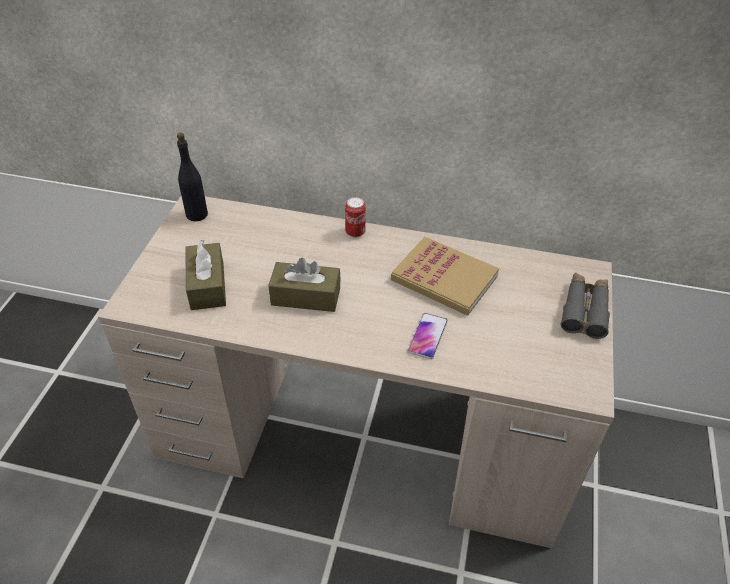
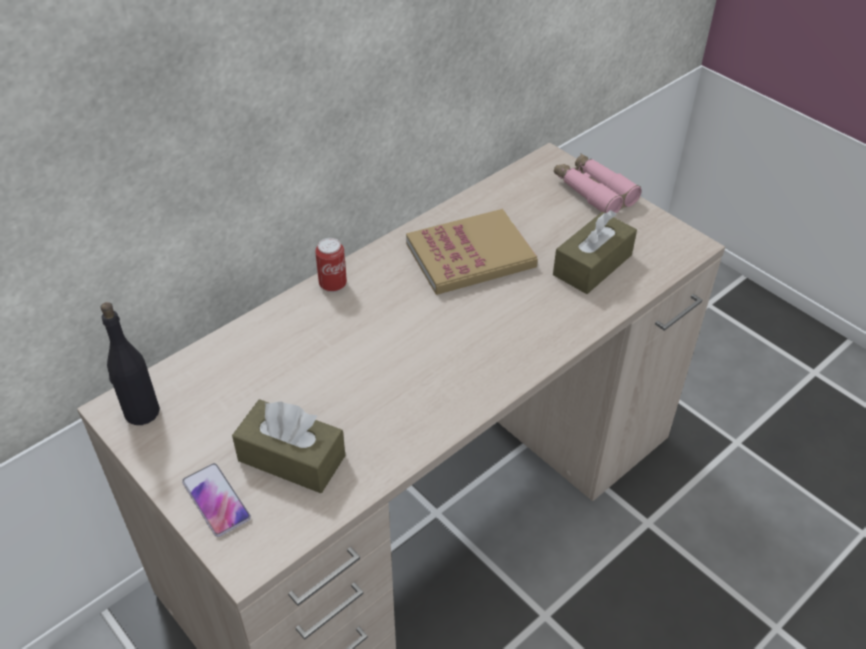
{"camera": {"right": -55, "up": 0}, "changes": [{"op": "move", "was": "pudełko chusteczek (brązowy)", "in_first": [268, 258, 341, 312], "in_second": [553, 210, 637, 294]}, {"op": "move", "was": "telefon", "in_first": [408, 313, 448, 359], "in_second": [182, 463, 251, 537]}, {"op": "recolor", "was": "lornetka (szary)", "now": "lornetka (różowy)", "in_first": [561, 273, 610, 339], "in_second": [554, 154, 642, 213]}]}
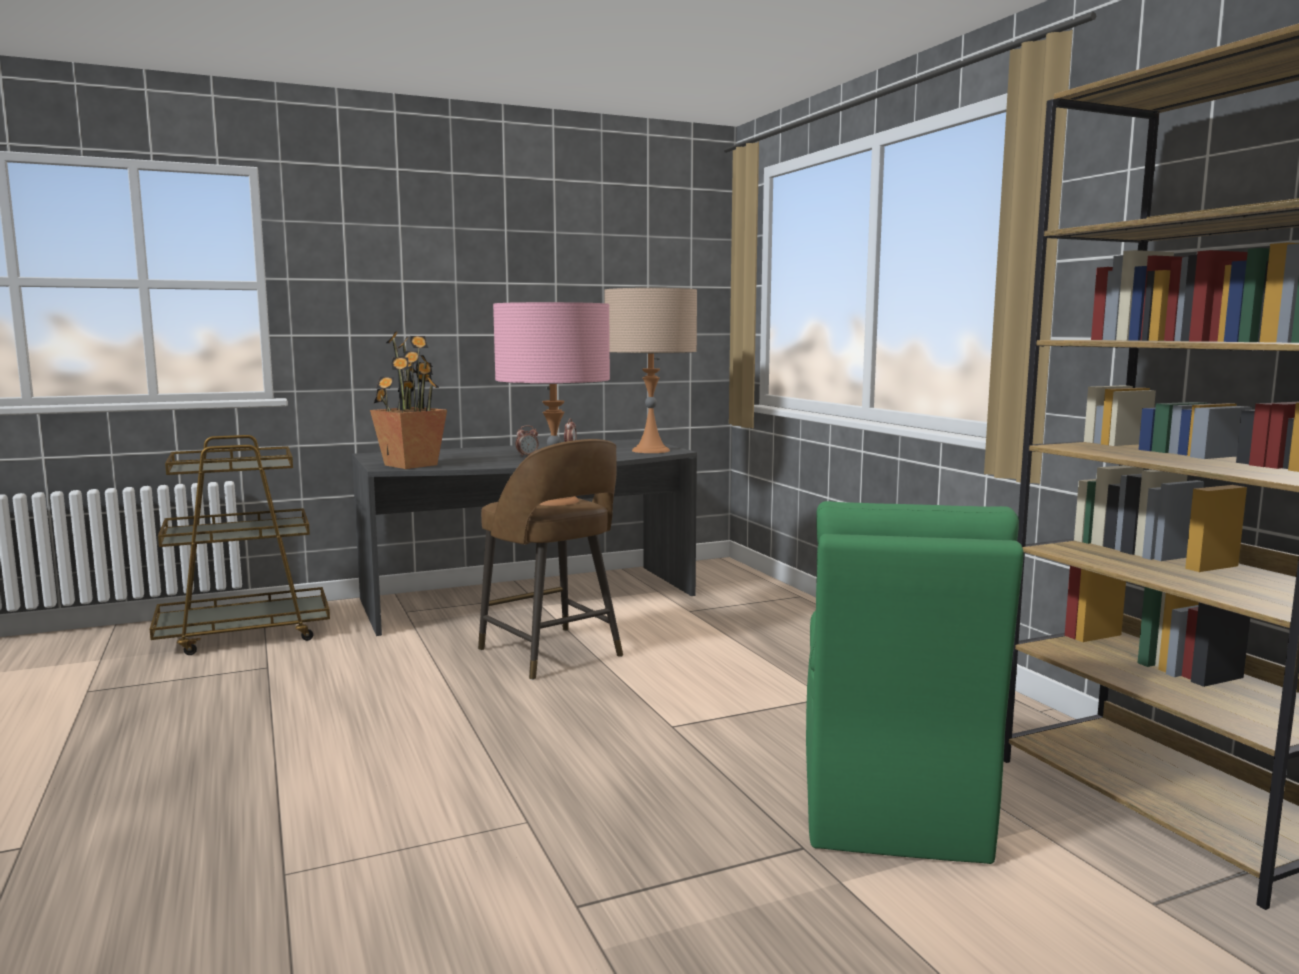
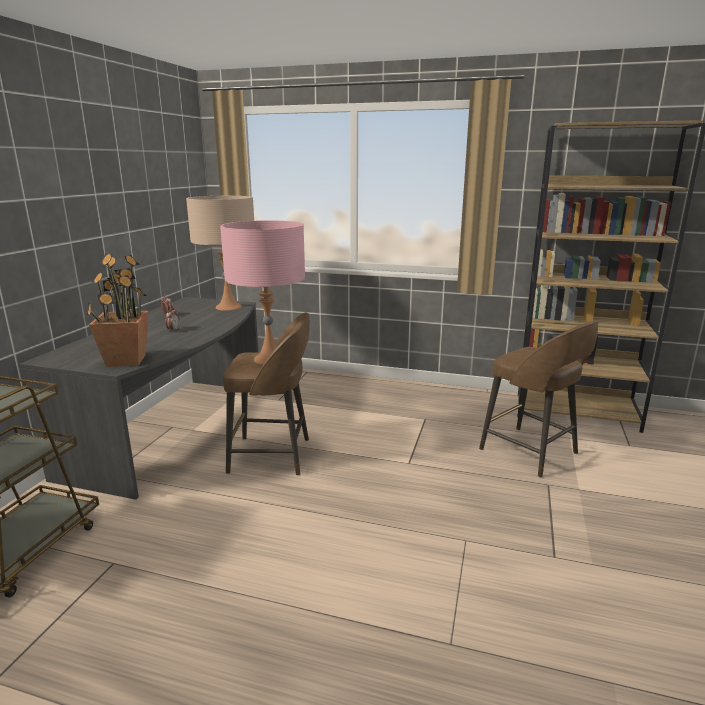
{"camera": {"right": -50, "up": 10}, "changes": [{"op": "replace", "was": "krzesło (zielony)", "now": "stołek (brązowy)", "in_first": [806, 501, 1023, 864], "in_second": [479, 320, 598, 478]}]}
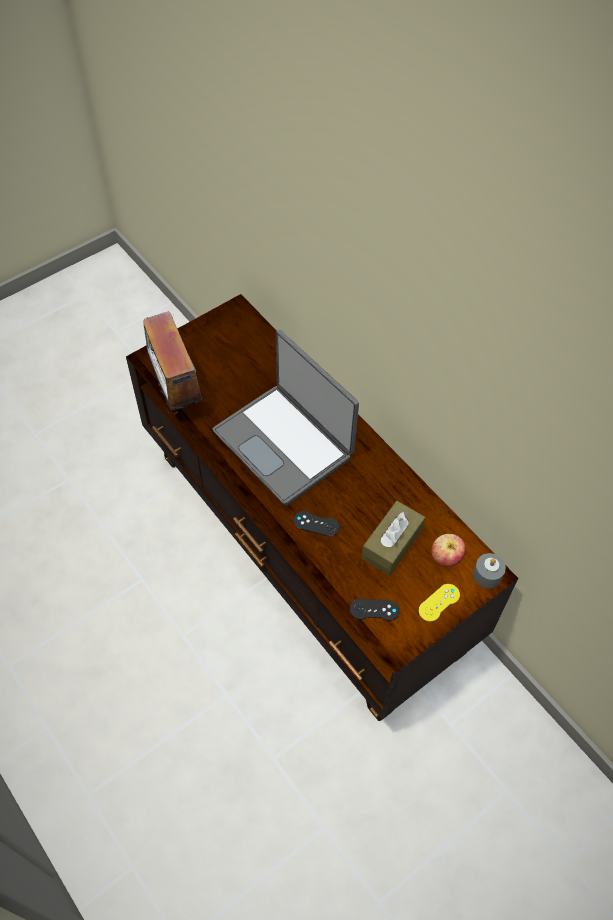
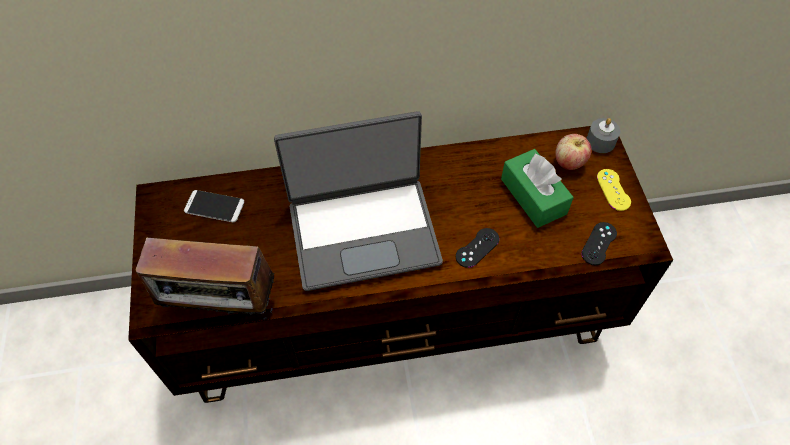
{"camera": {"right": -60, "up": 0}, "changes": [{"op": "recolor", "was": "pudełko chusteczek (brązowy)", "now": "pudełko chusteczek (zielony)", "in_first": [362, 501, 425, 576], "in_second": [501, 149, 574, 228]}, {"op": "insert", "now": "telefon", "in_second": [184, 190, 244, 222]}]}
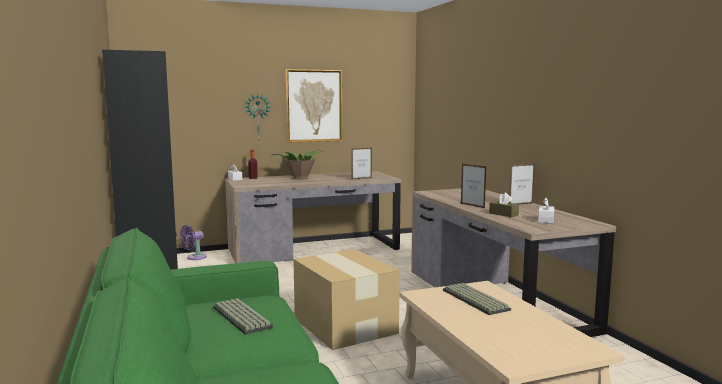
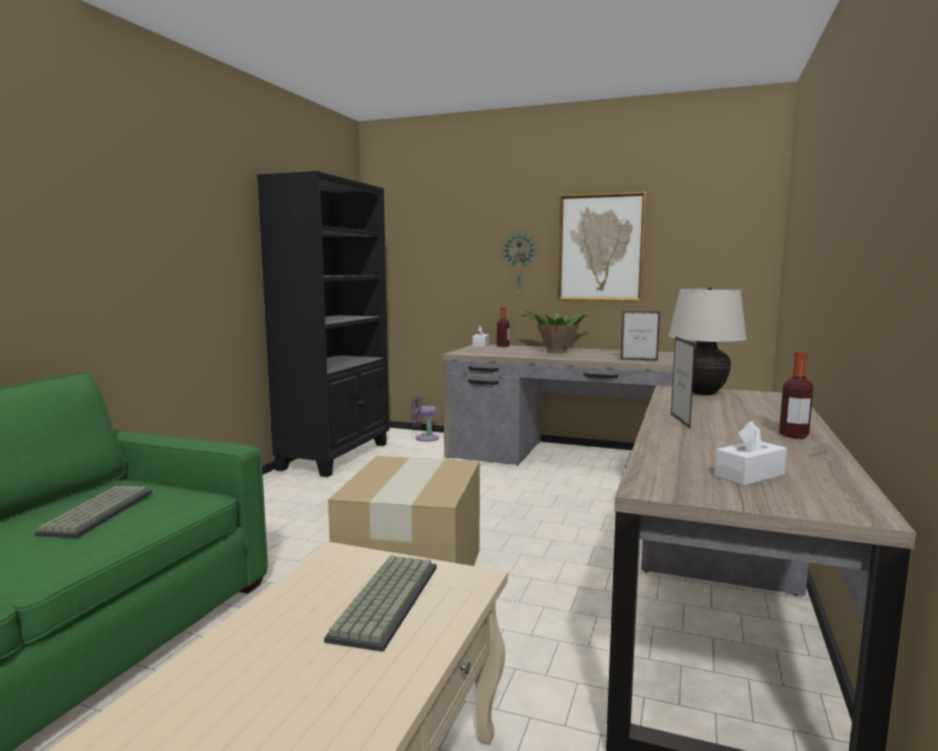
{"camera": {"right": 40, "up": 0}, "changes": [{"op": "delete", "was": "pudełko chusteczek (brązowy)", "in_first": [489, 193, 519, 217]}, {"op": "replace", "was": "ramka na zdjęcie", "now": "butelka", "in_first": [509, 163, 535, 205], "in_second": [779, 351, 813, 438]}, {"op": "insert", "now": "lampa stołowa (beżowy)", "in_second": [668, 287, 747, 395]}]}
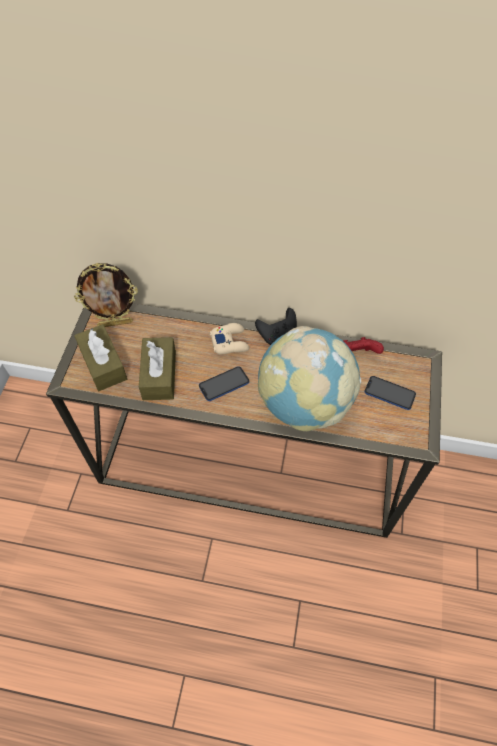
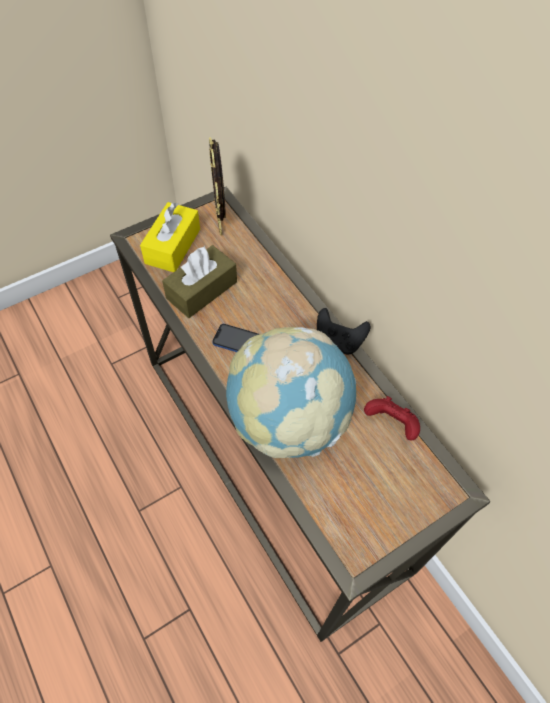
{"camera": {"right": 45, "up": 0}, "changes": [{"op": "rotate", "was": "ramka na zdjęcie", "in_first": [74, 263, 138, 327], "in_second": [209, 137, 226, 235], "clockwise": 45}, {"op": "recolor", "was": "pudełko chusteczek (brązowy)", "now": "pudełko chusteczek (żółty)", "in_first": [74, 324, 127, 391], "in_second": [140, 202, 200, 272]}, {"op": "delete", "was": "pad do gier (beżowy)", "in_first": [210, 323, 249, 355]}, {"op": "delete", "was": "telefon", "in_first": [365, 376, 416, 410]}]}
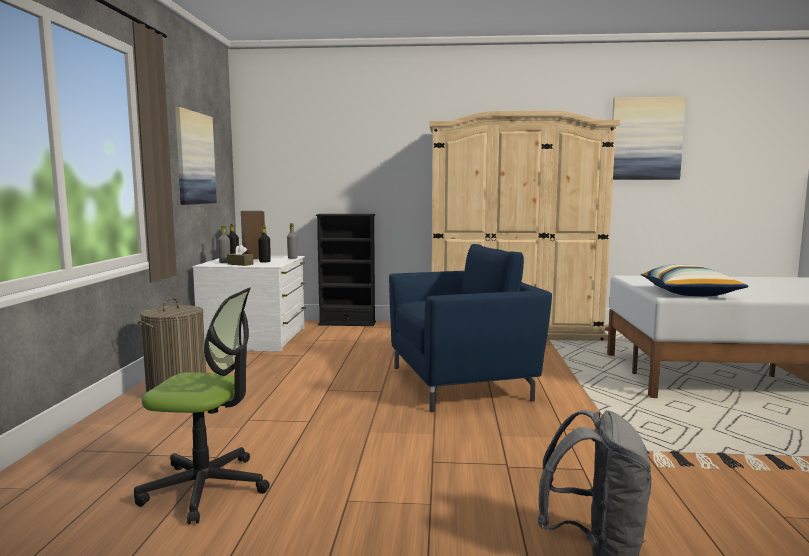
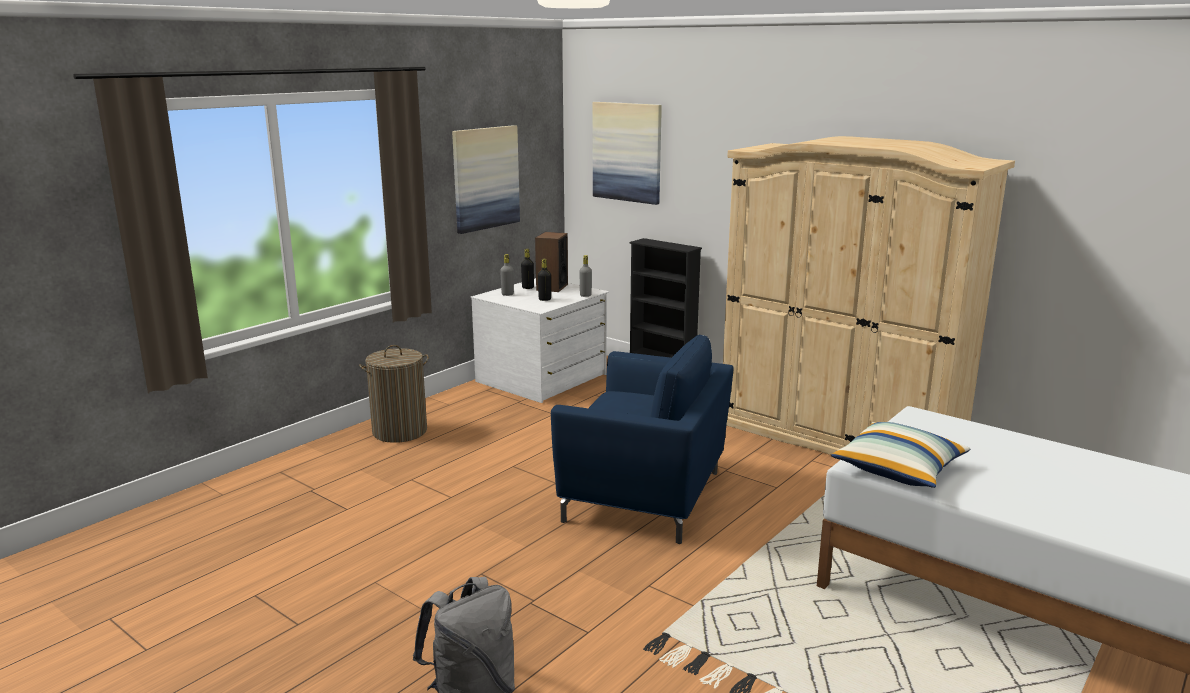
{"camera": {"right": 35, "up": 10}, "changes": [{"op": "delete", "was": "krzesło biurowe", "in_first": [134, 287, 270, 524]}, {"op": "delete", "was": "pudełko chusteczek (brązowy)", "in_first": [227, 244, 254, 266]}, {"op": "move", "was": "obraz", "in_first": [612, 97, 686, 180], "in_second": [593, 102, 662, 205]}]}
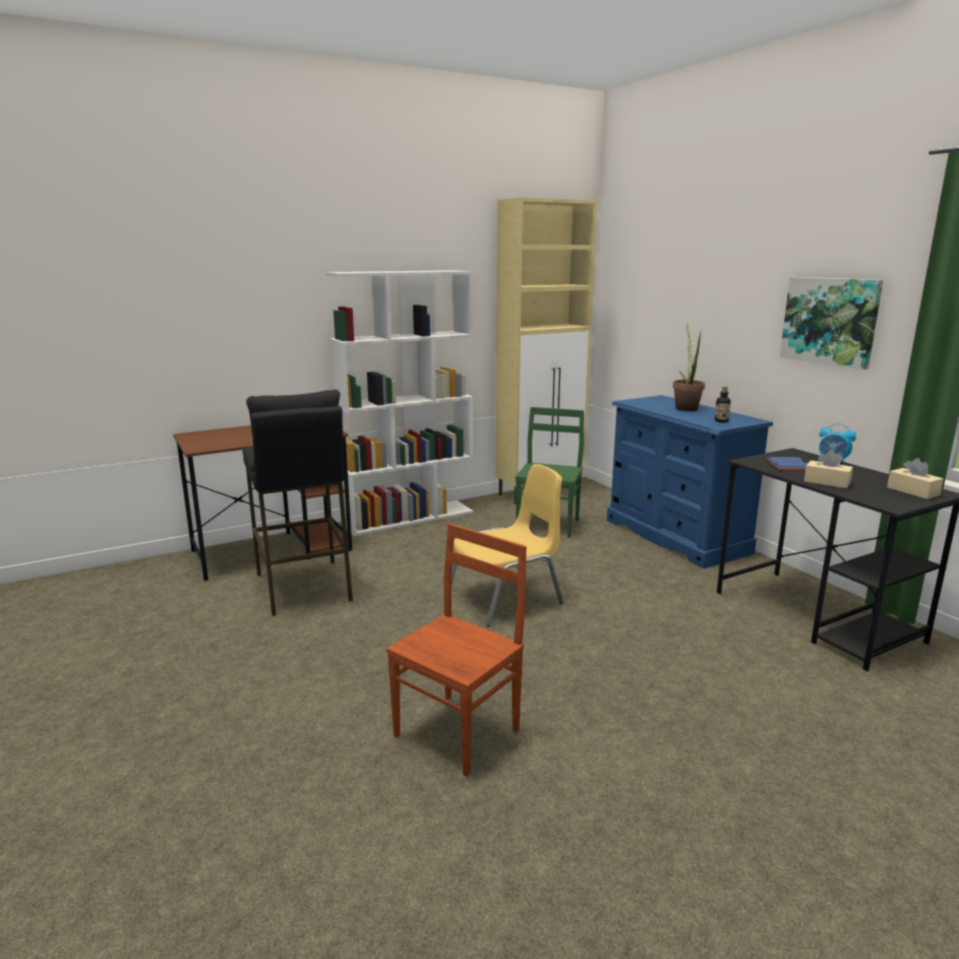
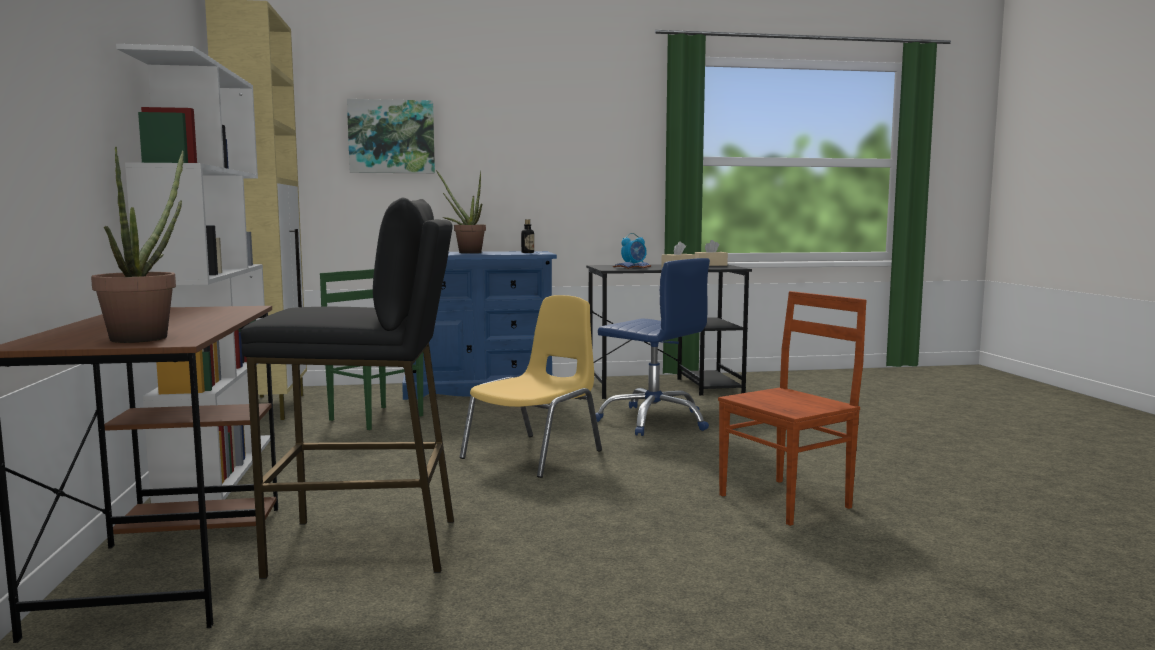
{"camera": {"right": -70, "up": -10}, "changes": [{"op": "rotate", "was": "krzesło (brązowy)", "in_first": [386, 523, 527, 777], "in_second": [718, 291, 867, 526], "clockwise": 90}, {"op": "rotate", "was": "krzesło (żółty)", "in_first": [451, 464, 564, 627], "in_second": [460, 295, 602, 478], "clockwise": 45}, {"op": "move", "was": "obraz", "in_first": [780, 277, 883, 370], "in_second": [347, 99, 435, 173]}, {"op": "insert", "now": "roślina doniczkowa", "in_second": [91, 146, 184, 343]}, {"op": "insert", "now": "krzesło biurowe (niebieski)", "in_second": [595, 258, 710, 436]}]}
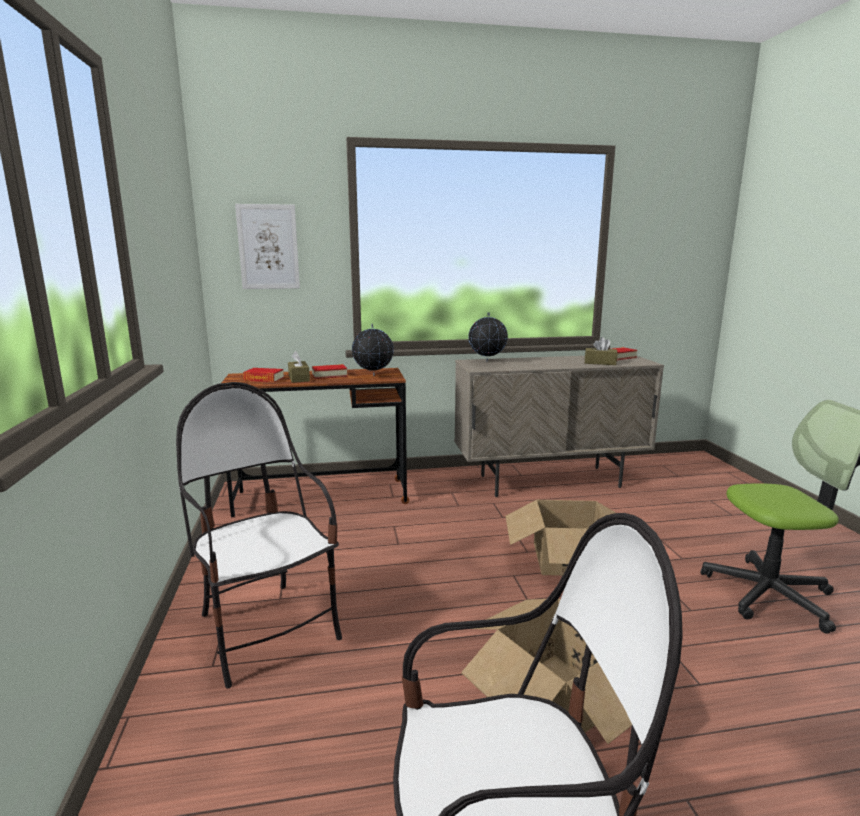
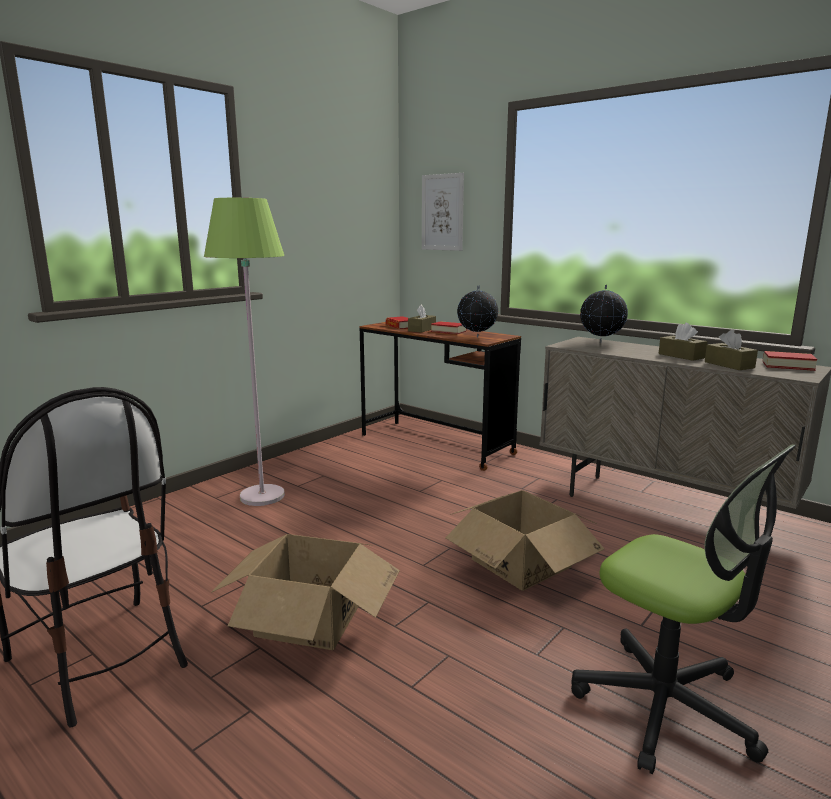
{"camera": {"right": 50, "up": 0}, "changes": [{"op": "replace", "was": "krzesło", "now": "lampa stojąca (zielony)", "in_first": [176, 382, 342, 689], "in_second": [204, 198, 285, 506]}, {"op": "insert", "now": "pudełko chusteczek (brązowy)", "in_second": [658, 323, 707, 361]}]}
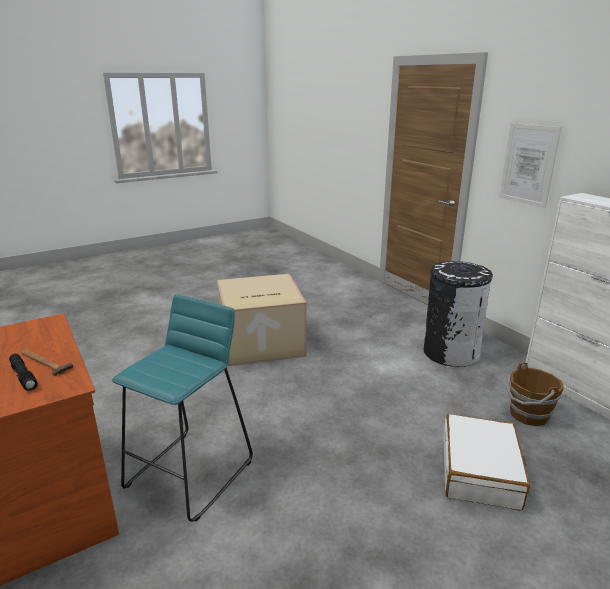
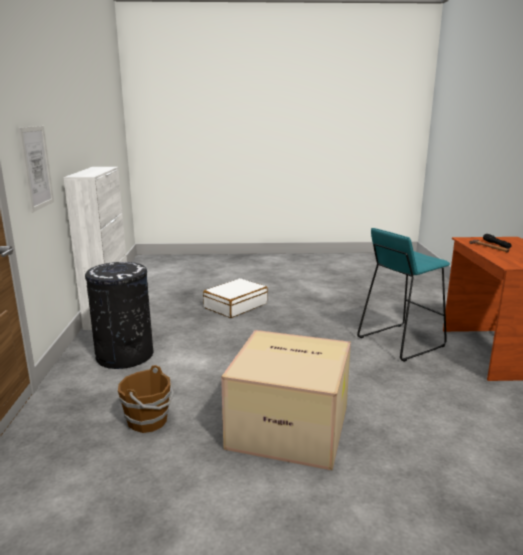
{"camera": {"right": -150, "up": -5}, "changes": [{"op": "move", "was": "wiadro (brązowy)", "in_first": [506, 362, 564, 426], "in_second": [118, 365, 174, 433]}]}
